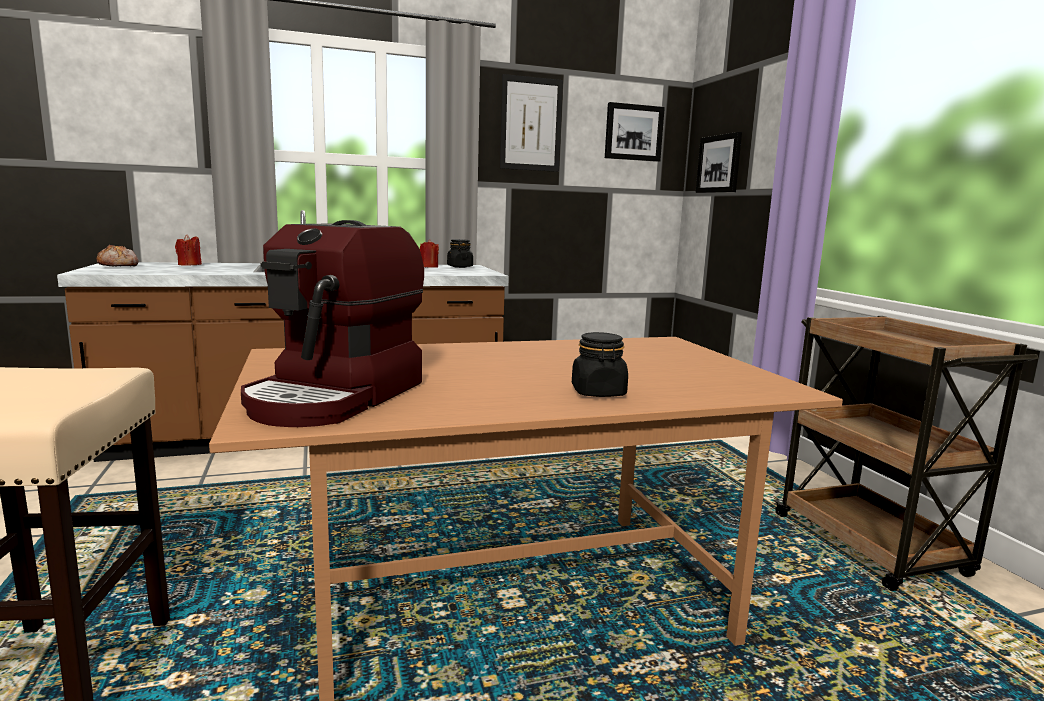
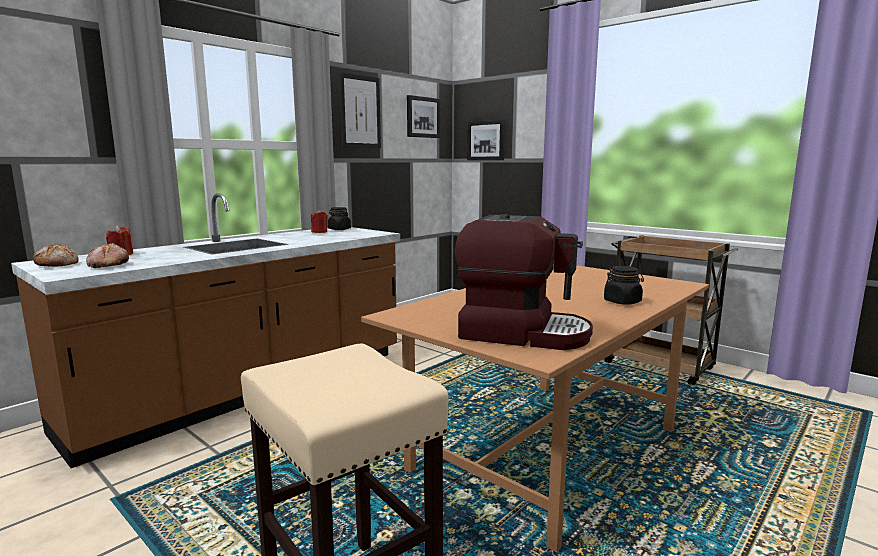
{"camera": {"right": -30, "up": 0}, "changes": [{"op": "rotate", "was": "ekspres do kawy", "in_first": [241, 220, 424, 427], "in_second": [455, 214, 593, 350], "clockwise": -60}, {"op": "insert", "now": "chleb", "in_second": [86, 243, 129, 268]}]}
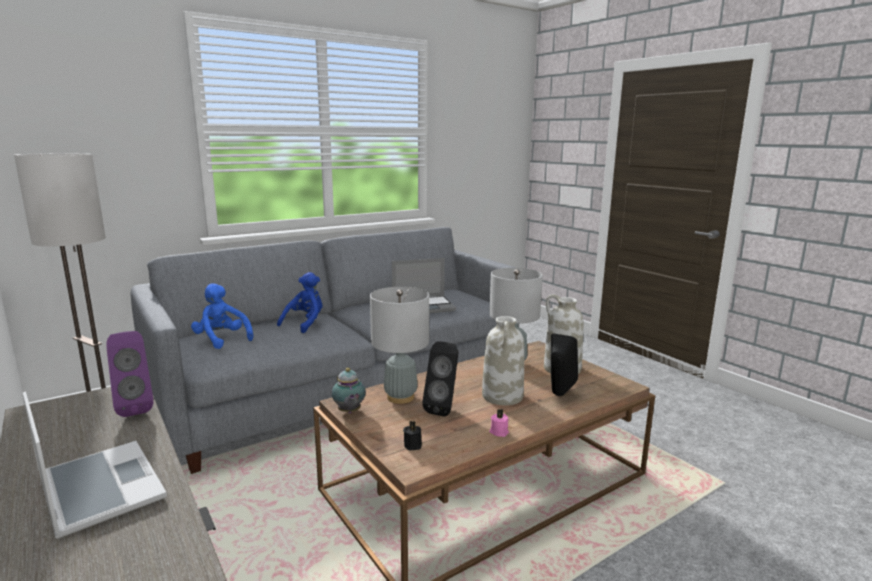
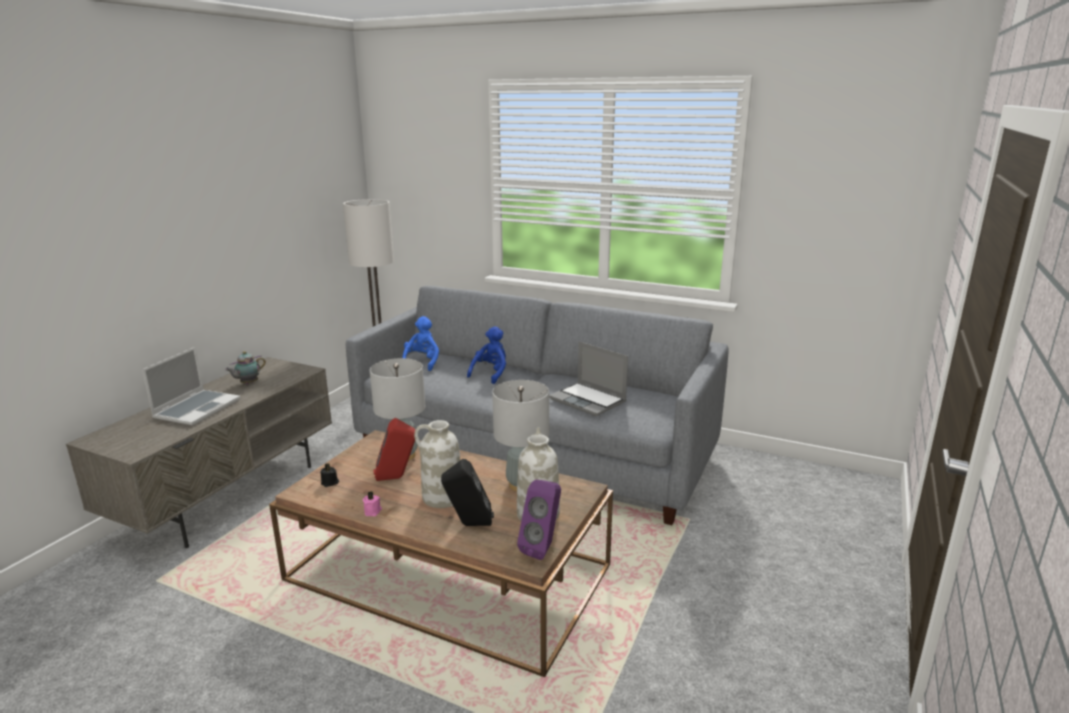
{"camera": {"right": 60, "up": 5}, "changes": [{"op": "move", "was": "głośnik (fioletowy)", "in_first": [106, 331, 154, 417], "in_second": [517, 480, 561, 560]}, {"op": "rotate", "was": "pluszak (niebieski)", "in_first": [277, 272, 322, 333], "in_second": [467, 326, 506, 384], "clockwise": -60}, {"op": "move", "was": "imbryk", "in_first": [332, 368, 366, 413], "in_second": [225, 351, 266, 384]}, {"op": "recolor", "was": "głośnik (czarny)", "now": "głośnik (czerwony)", "in_first": [422, 342, 458, 417], "in_second": [374, 418, 415, 481]}]}
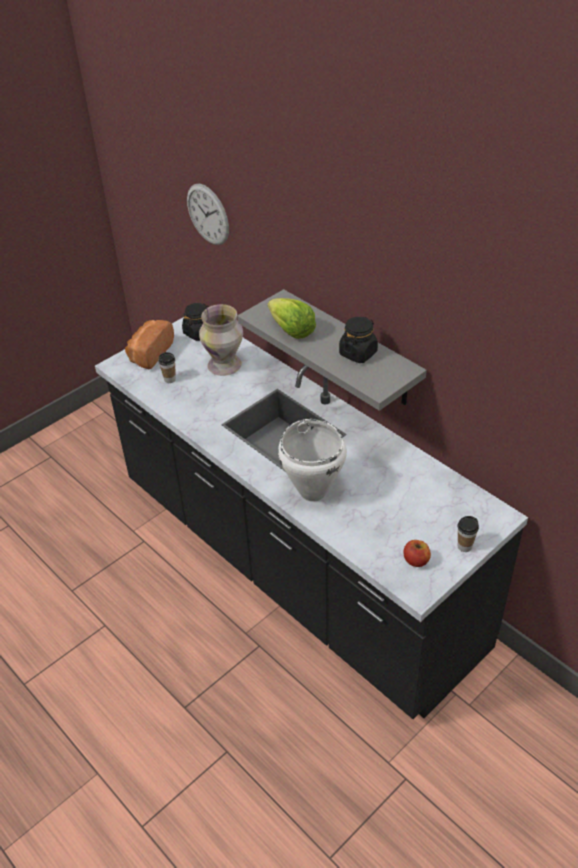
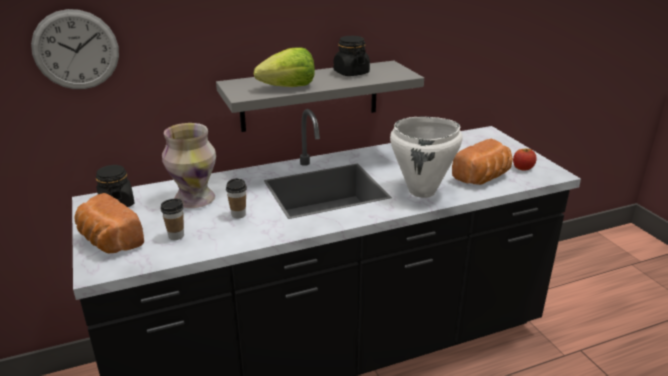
{"camera": {"right": -70, "up": -15}, "changes": [{"op": "move", "was": "filiżanka", "in_first": [457, 516, 479, 552], "in_second": [226, 178, 247, 218]}, {"op": "insert", "now": "chleb", "in_second": [452, 139, 513, 185]}]}
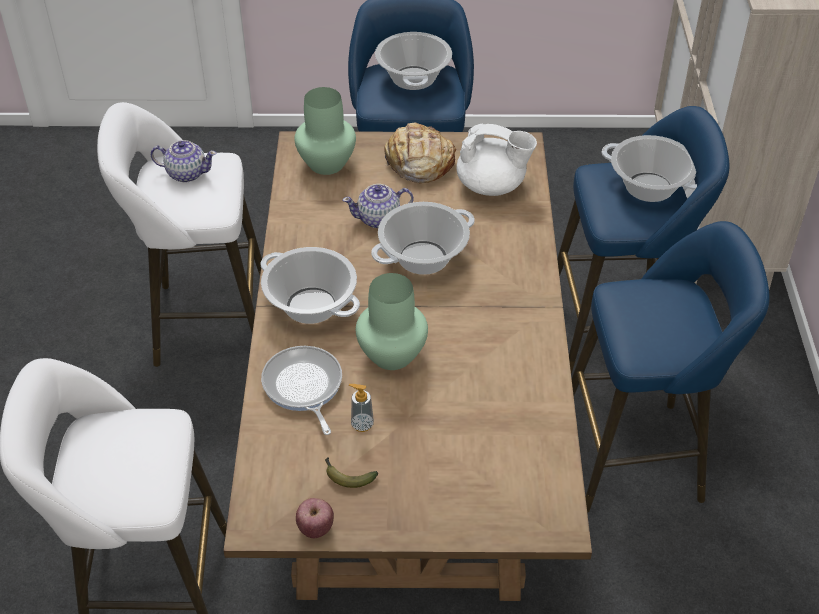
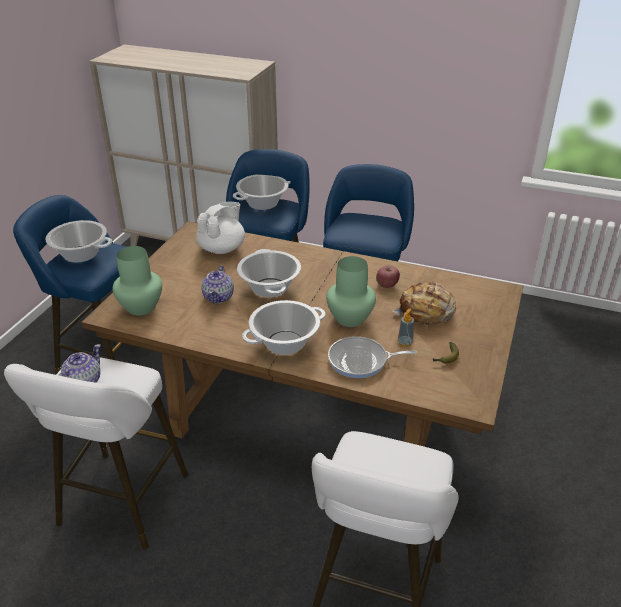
{"camera": {"right": -70, "up": -10}, "changes": [{"op": "move", "was": "jabłko", "in_first": [296, 498, 334, 538], "in_second": [376, 266, 400, 288]}, {"op": "move", "was": "chleb", "in_first": [384, 122, 456, 183], "in_second": [392, 282, 456, 327]}]}
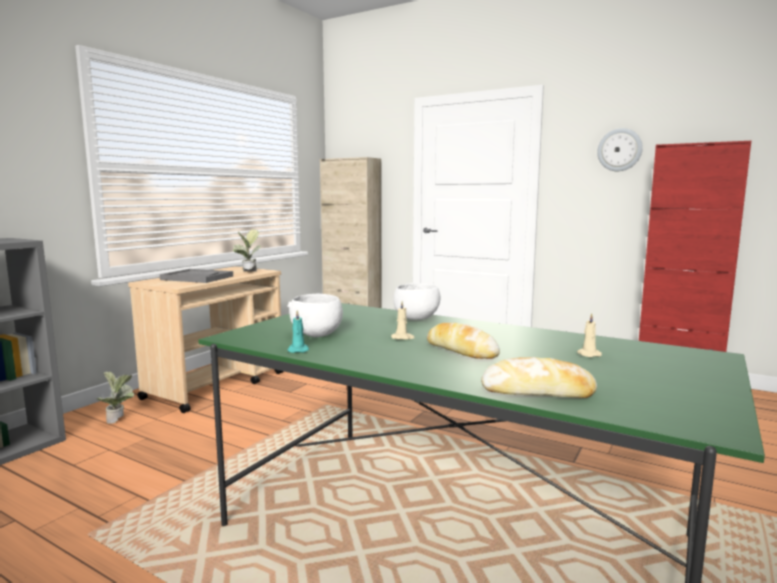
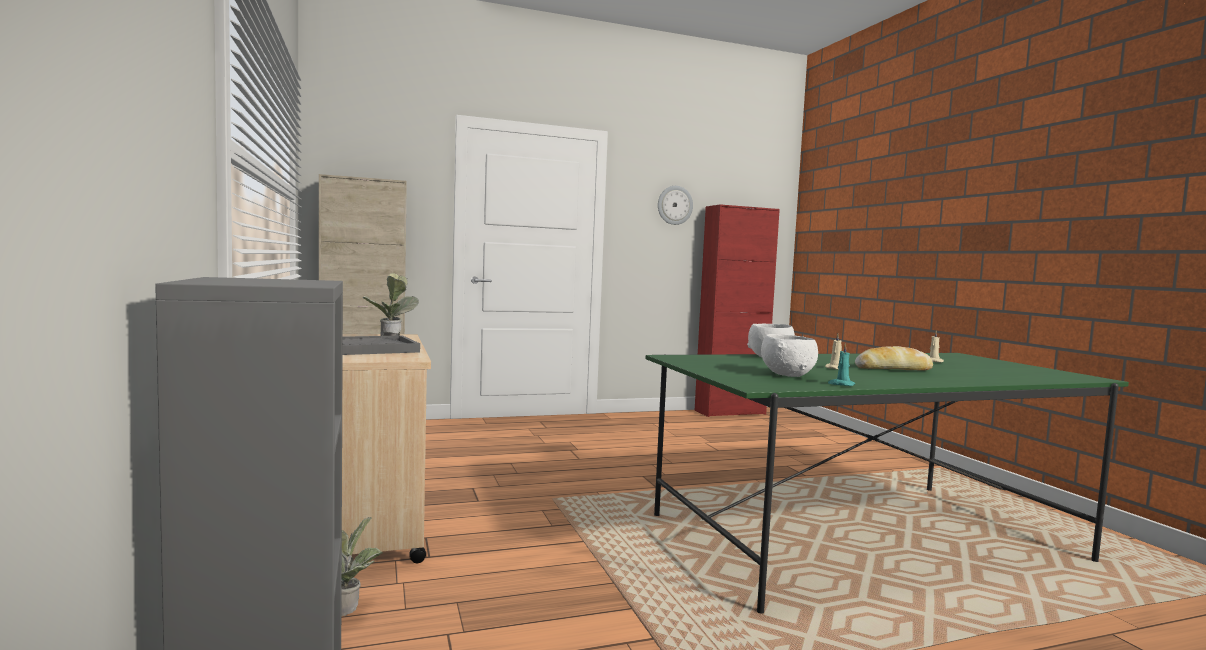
{"camera": {"right": -50, "up": -5}, "changes": [{"op": "delete", "was": "chleb", "in_first": [481, 357, 597, 398]}]}
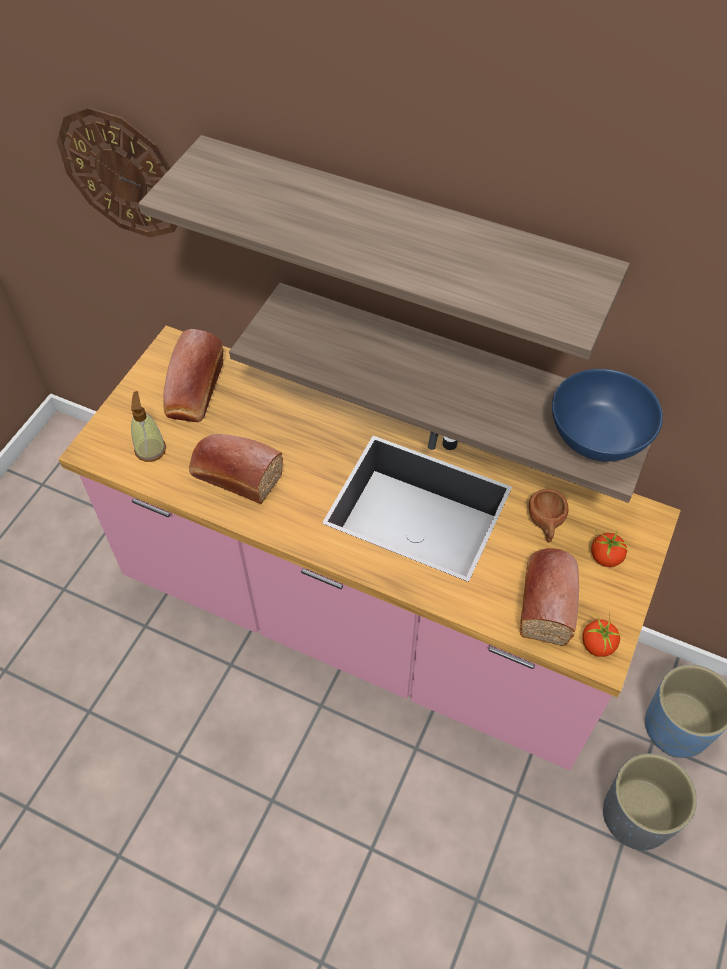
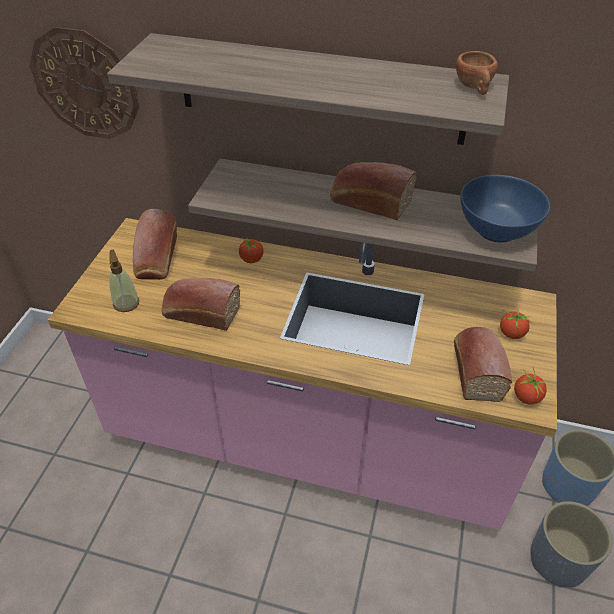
{"camera": {"right": -10, "up": -10}, "changes": [{"op": "move", "was": "filiżanka (brązowy)", "in_first": [529, 489, 569, 542], "in_second": [456, 51, 498, 95]}, {"op": "insert", "now": "pomidor", "in_second": [239, 238, 264, 264]}, {"op": "insert", "now": "chleb", "in_second": [330, 162, 417, 220]}]}
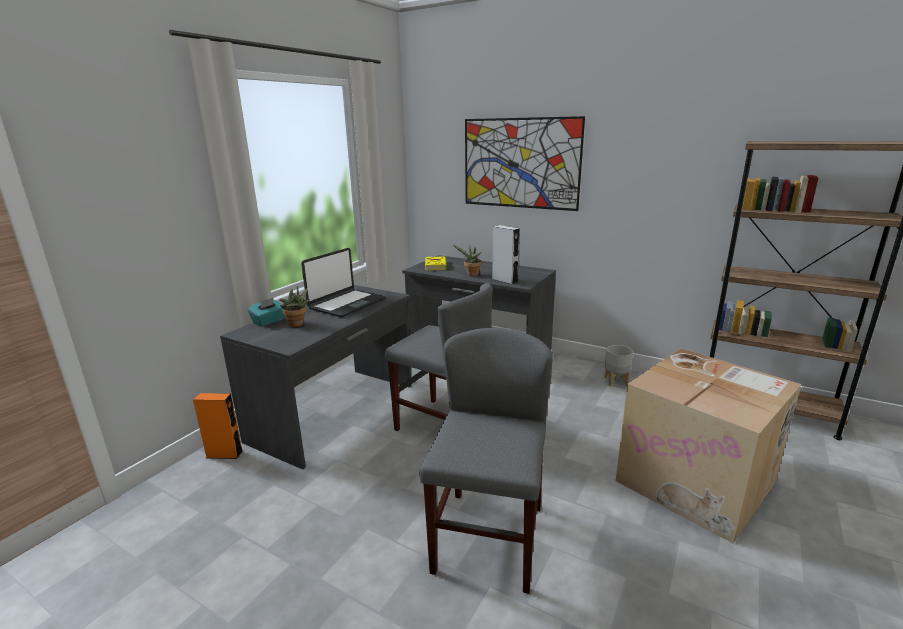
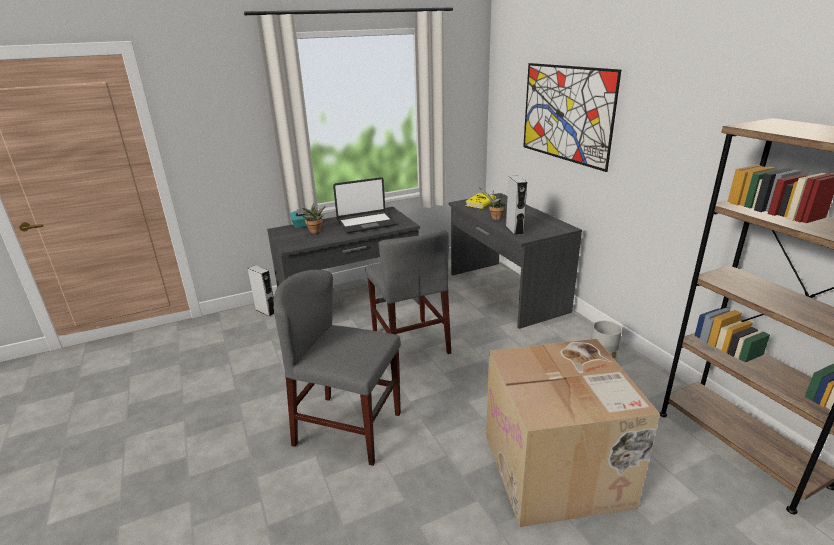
{"camera": {"right": 35, "up": 5}, "changes": [{"op": "recolor", "was": "głośnik (pomarańczowy)", "now": "głośnik (szary)", "in_first": [193, 393, 243, 459], "in_second": [248, 265, 274, 317]}, {"op": "rotate", "was": "krzesło (szary)", "in_first": [419, 328, 553, 594], "in_second": [273, 270, 401, 466], "clockwise": -120}]}
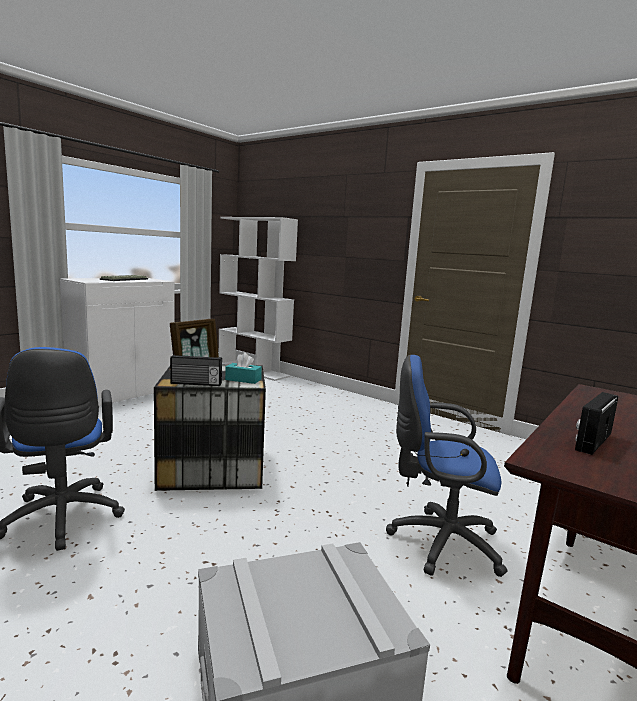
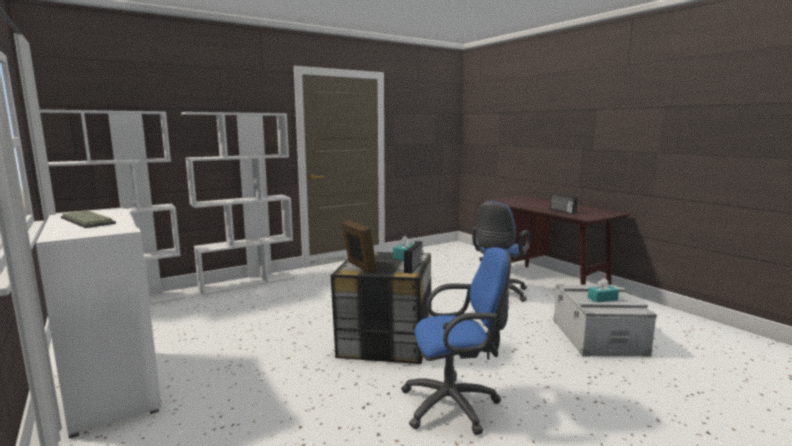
{"camera": {"right": -70, "up": 0}, "changes": [{"op": "insert", "now": "regał (biały)", "in_second": [181, 112, 295, 295]}, {"op": "insert", "now": "pudełko chusteczek (turkusowy)", "in_second": [587, 278, 619, 302]}]}
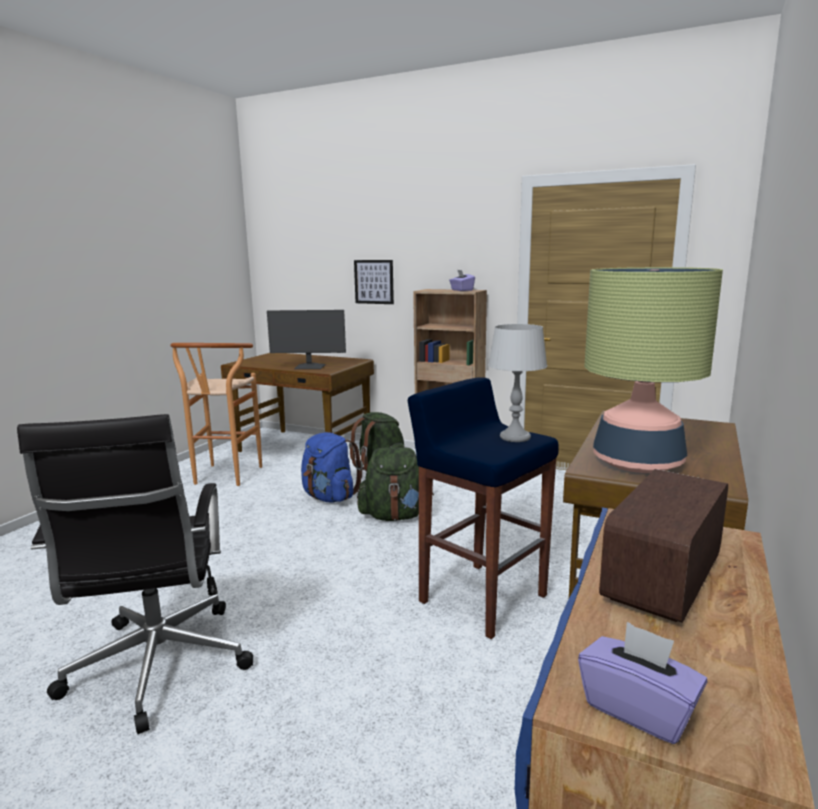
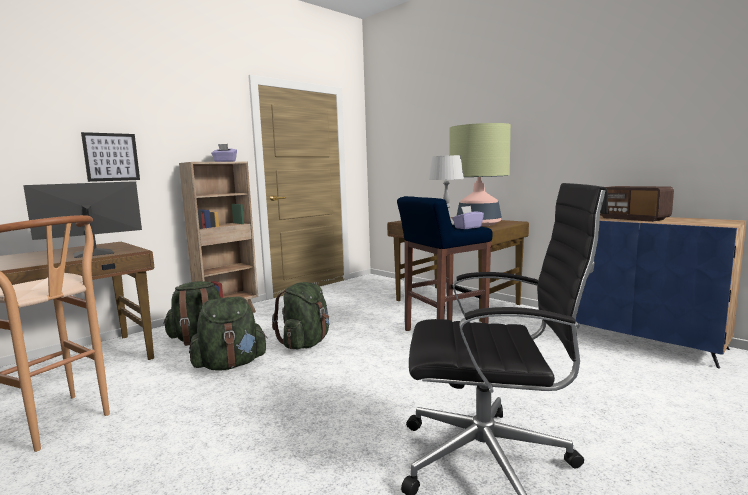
{"camera": {"right": -70, "up": -5}, "changes": [{"op": "rotate", "was": "monitor", "in_first": [267, 310, 346, 369], "in_second": [23, 181, 142, 258], "clockwise": -150}, {"op": "recolor", "was": "plecak (niebieski)", "now": "plecak (zielony)", "in_first": [301, 432, 363, 502], "in_second": [189, 297, 267, 371]}, {"op": "move", "was": "pudełko chusteczek (fioletowy)", "in_first": [578, 622, 707, 744], "in_second": [452, 206, 484, 229]}]}
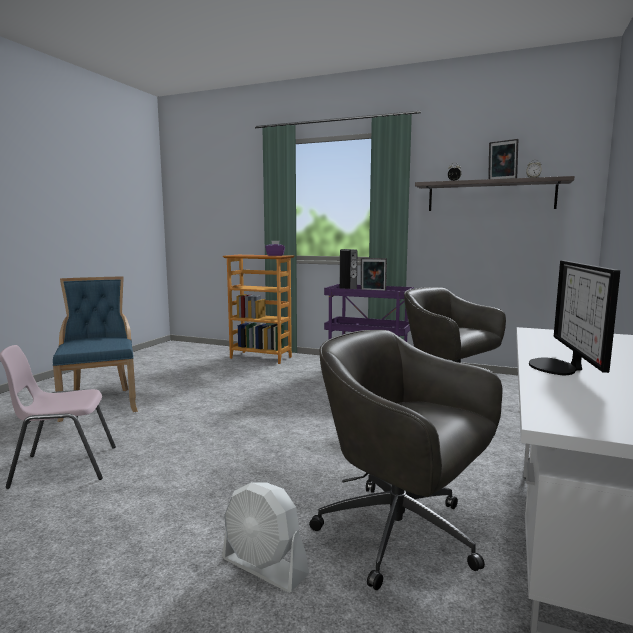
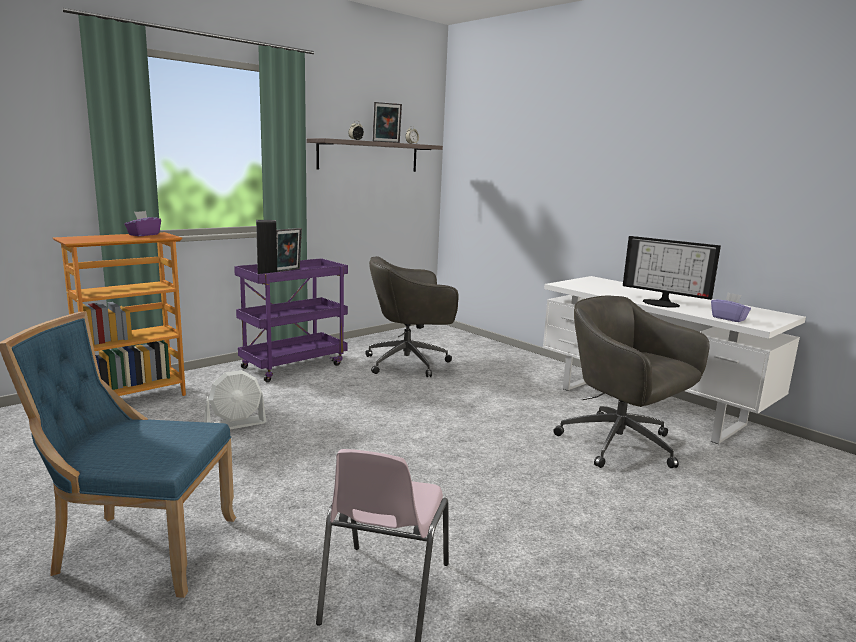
{"camera": {"right": -65, "up": 5}, "changes": [{"op": "move", "was": "wentylator (biały)", "in_first": [222, 482, 309, 593], "in_second": [204, 370, 266, 430]}, {"op": "rotate", "was": "krzesło biurowe (szary)", "in_first": [309, 330, 502, 590], "in_second": [553, 296, 710, 468], "clockwise": 75}, {"op": "insert", "now": "pudełko chusteczek (fioletowy)", "in_second": [711, 293, 751, 322]}]}
